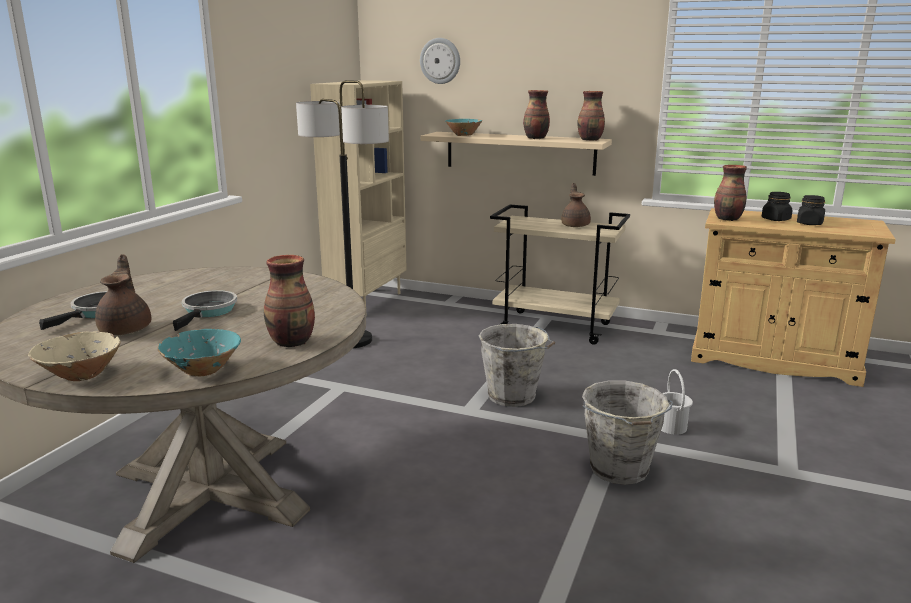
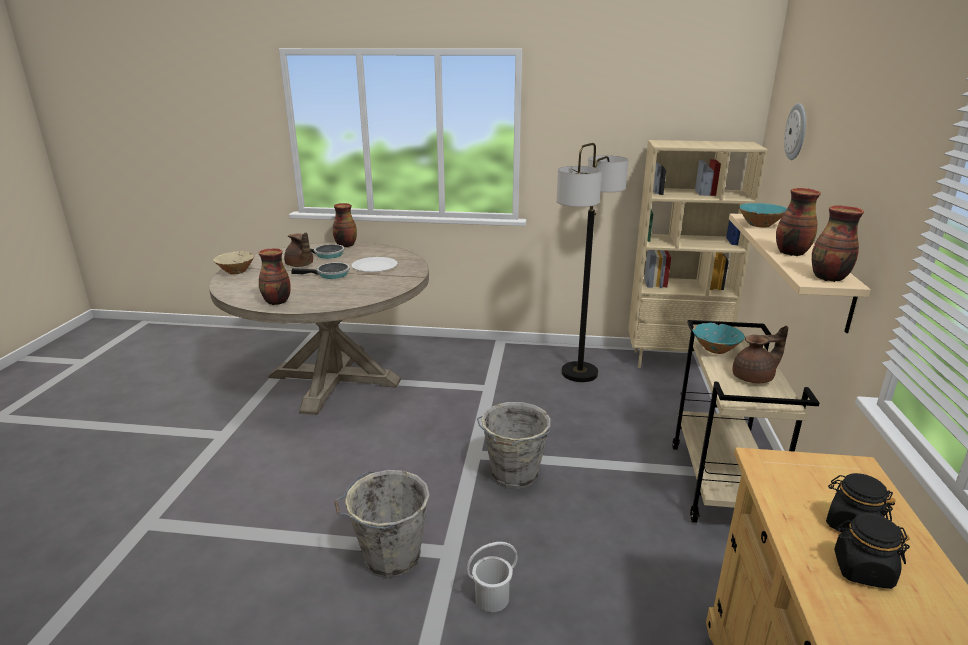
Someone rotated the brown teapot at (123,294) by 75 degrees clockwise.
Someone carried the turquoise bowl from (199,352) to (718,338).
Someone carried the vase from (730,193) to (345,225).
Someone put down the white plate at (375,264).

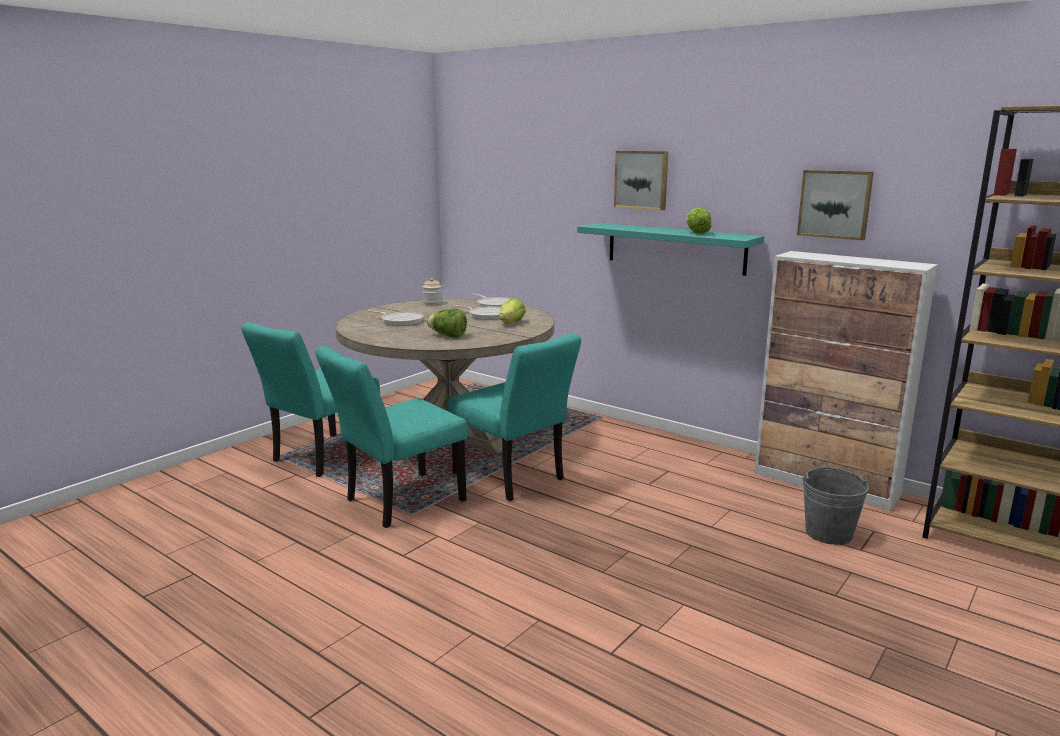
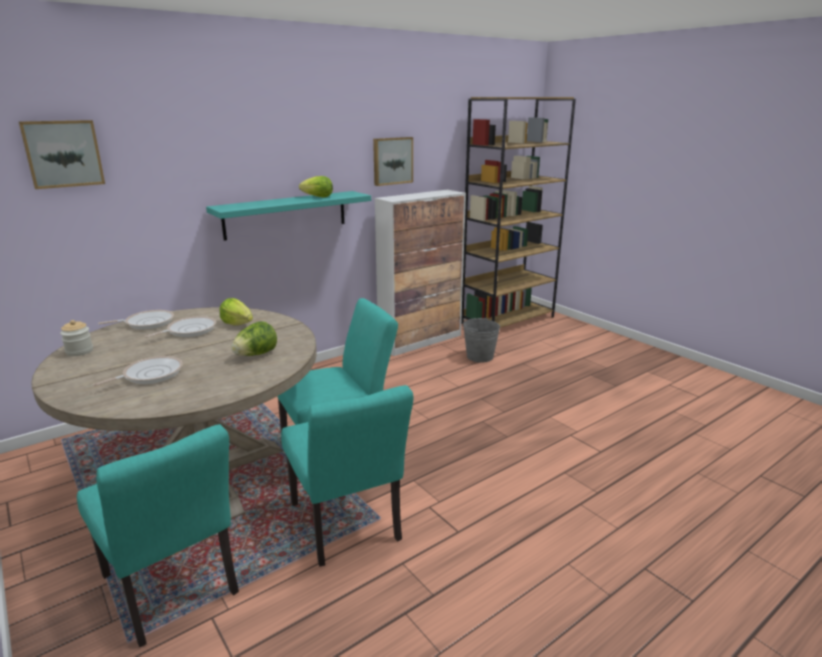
Someone carried the picture from (641,180) to (62,154).

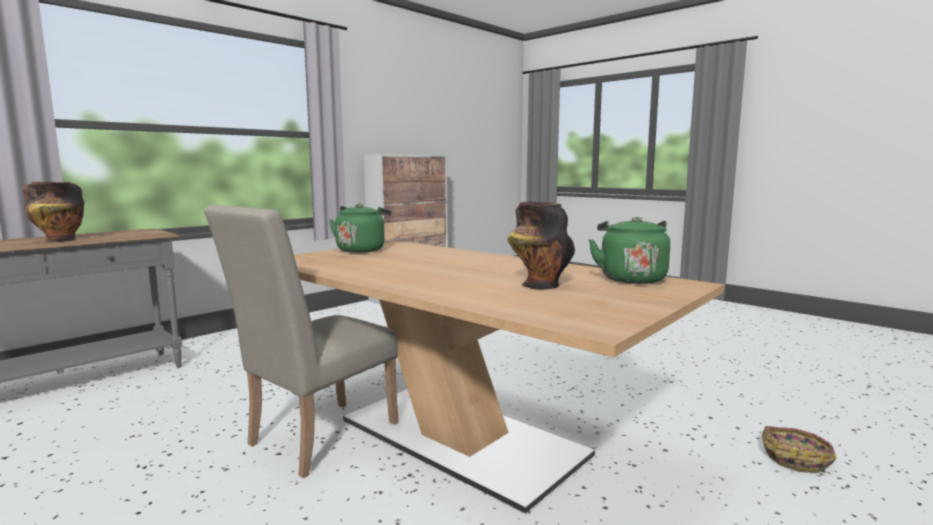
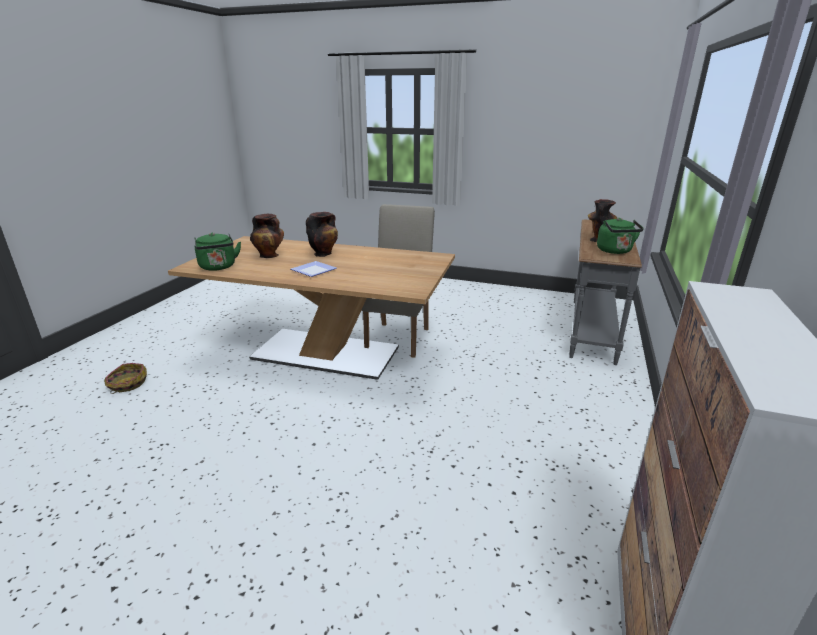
Someone carried the green kettle from (360,228) to (620,236).
Someone put down the plate at (314,269).
Someone put down the vase at (322,234).

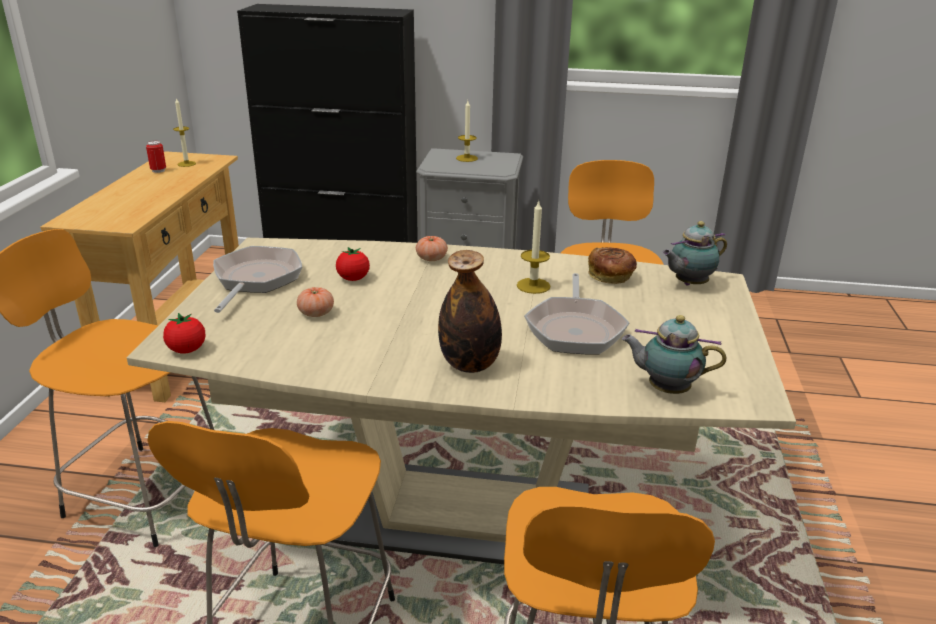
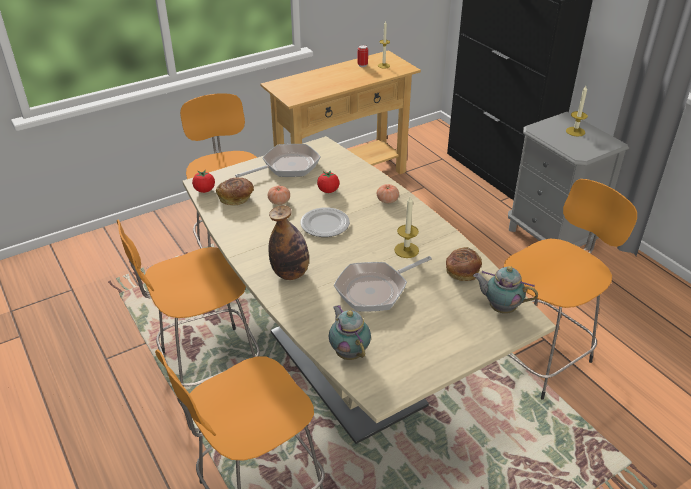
Someone put down the bread at (235,192).
Someone put down the plate at (325,222).

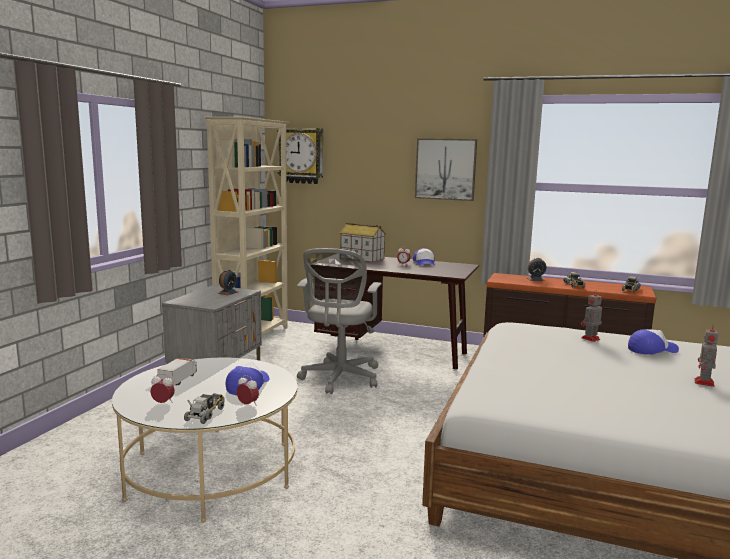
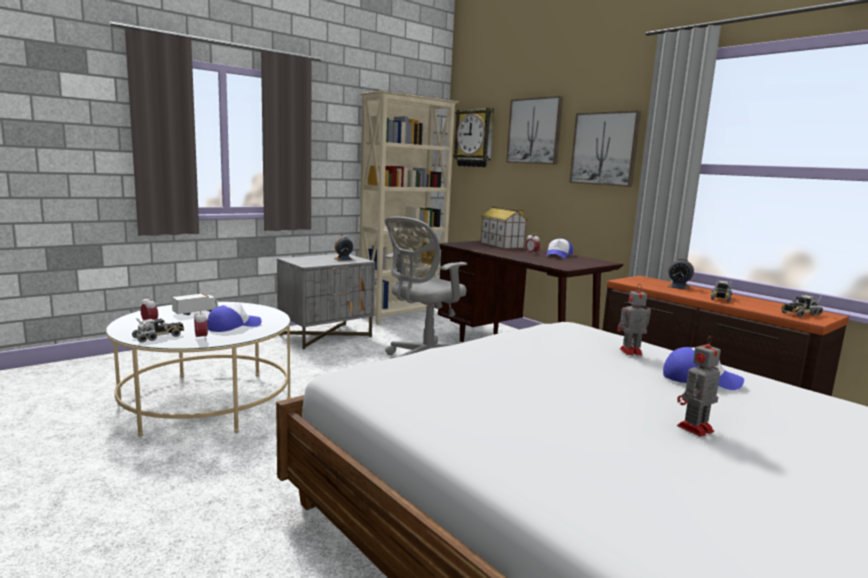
Someone put up the picture at (534,130).

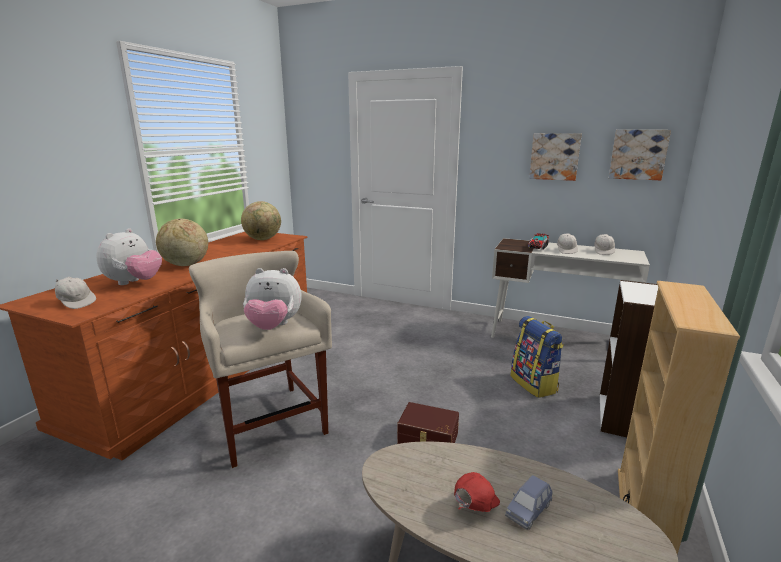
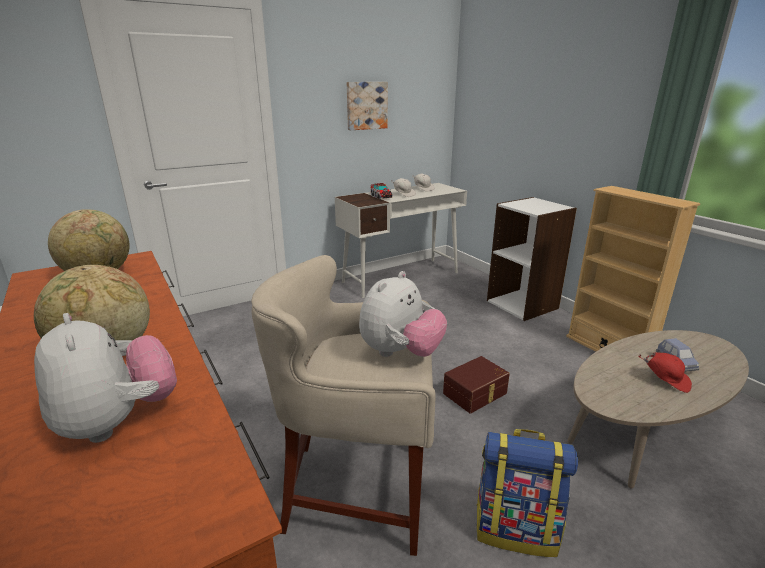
Someone took away the white cap at (75,293).
Someone rotated the red cap at (477,492) by 135 degrees clockwise.
Someone carried the backpack from (537,357) to (527,493).
Someone took away the picture at (640,155).

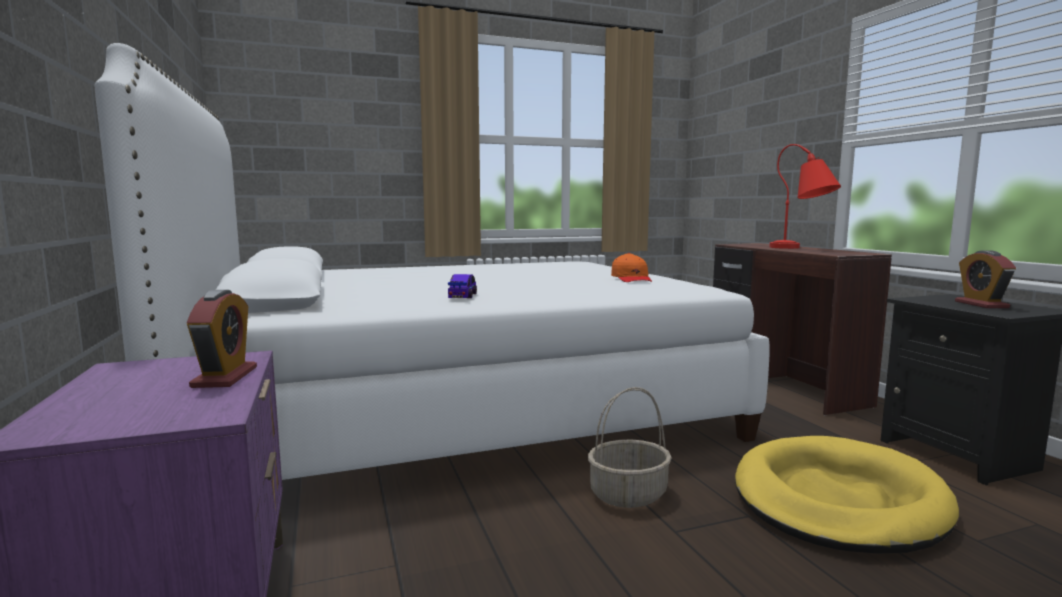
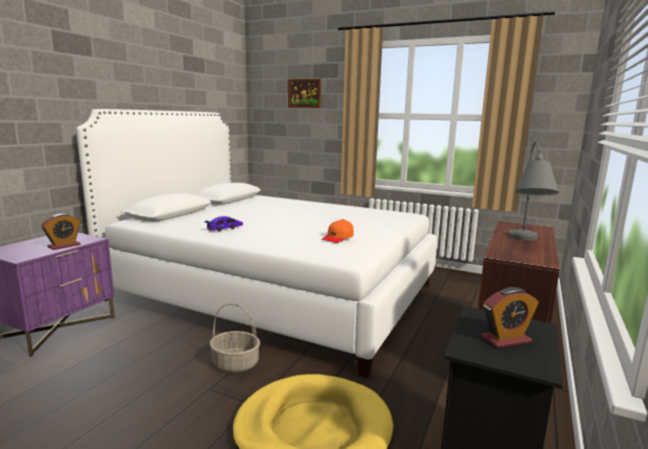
Someone repainted the red table lamp at (805,196), which became the grey table lamp at (534,191).
Someone rotated the alarm clock at (985,279) by 150 degrees counterclockwise.
Someone put up the picture at (304,93).

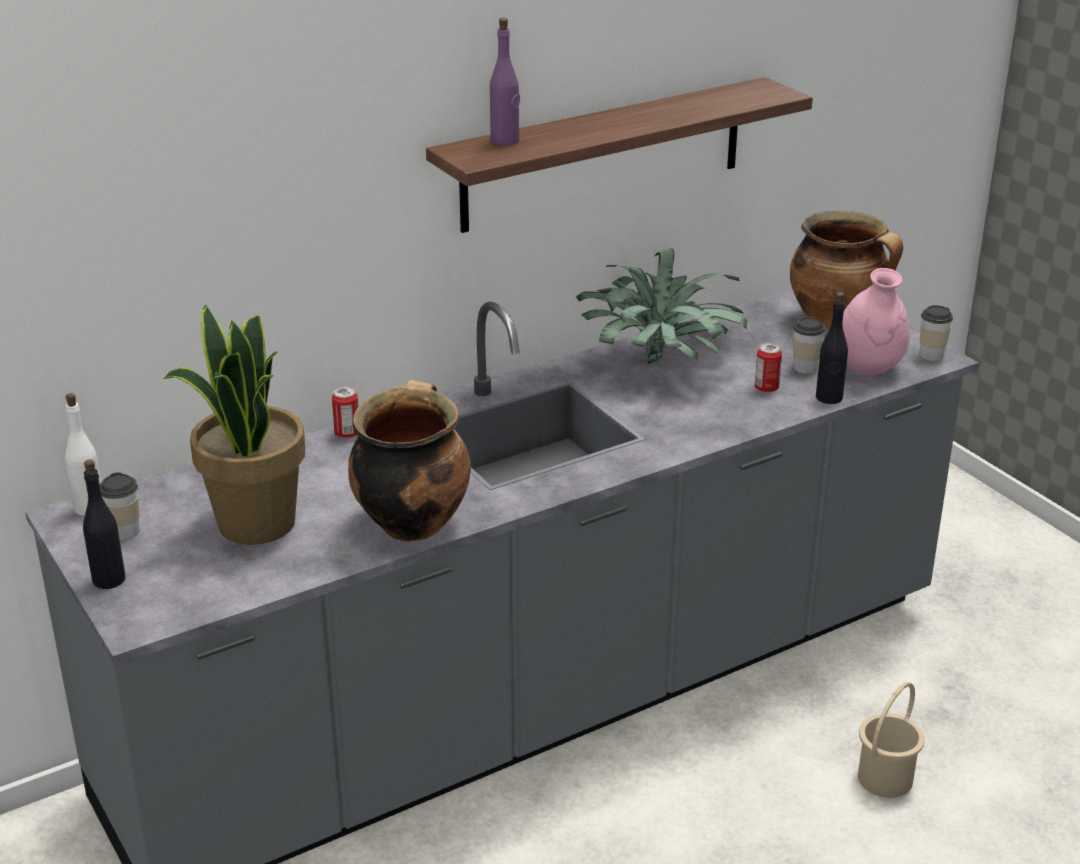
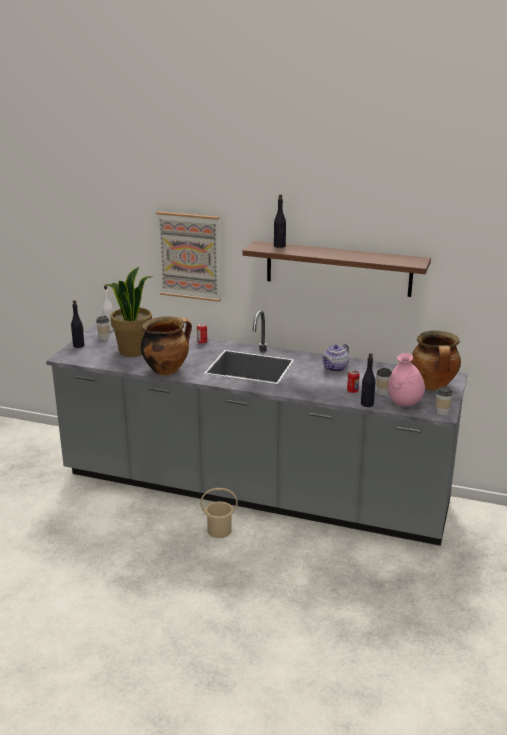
Someone repainted the purple bottle at (505,82), which became the black bottle at (280,221).
Someone swapped the potted plant at (661,306) for the teapot at (336,358).
Someone carried the beige bucket from (891,740) to (219,513).
Someone put up the picture at (188,256).

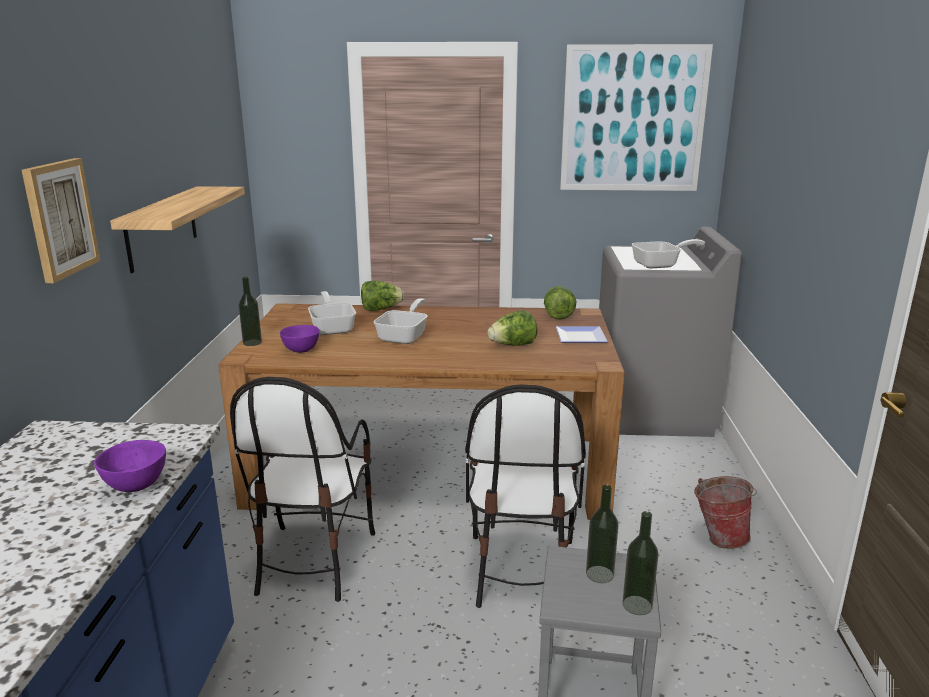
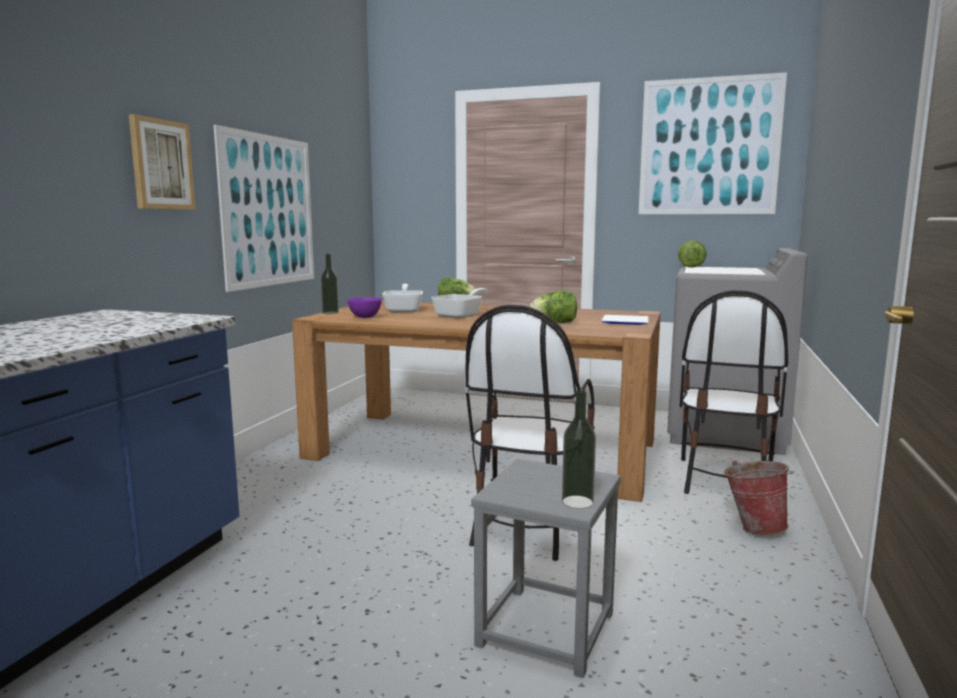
Someone took away the purple bowl at (130,466).
Someone swapped the shelf at (177,229) for the picture at (263,208).
Someone carried the chair from (302,489) to (733,392).
Someone carried the lettuce from (560,303) to (692,254).
Someone took away the bottle at (602,534).
Someone took away the frying pan at (668,253).

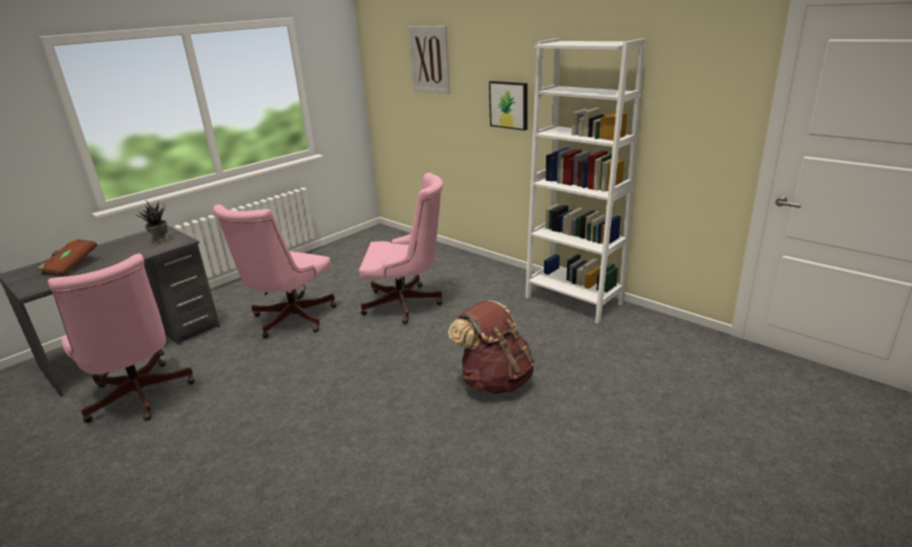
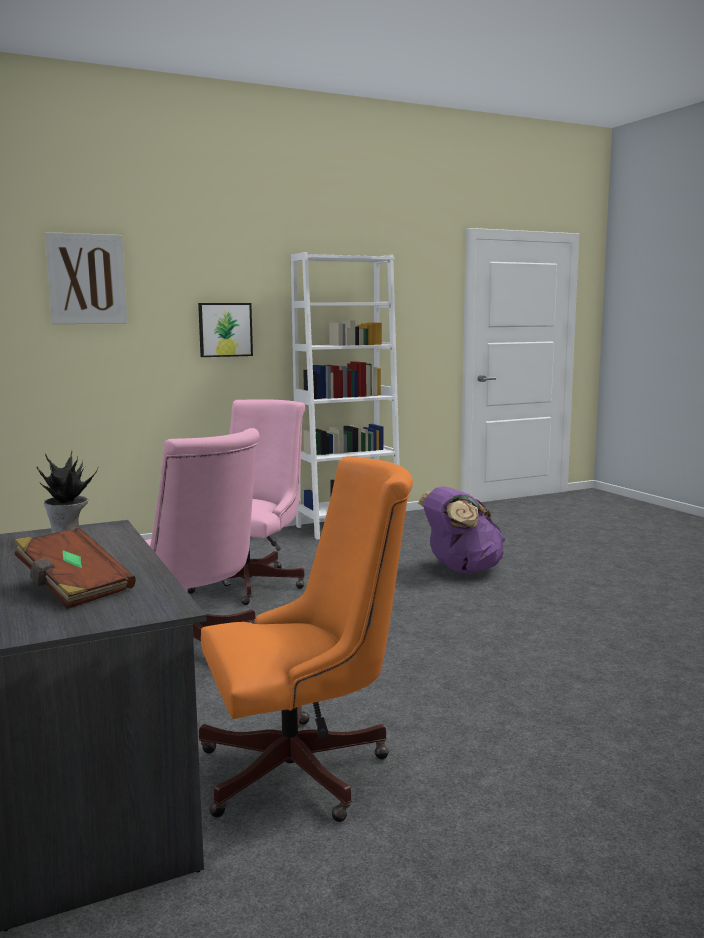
Someone repainted the pink office chair at (121,338), which became the orange office chair at (306,639).
Someone repainted the brown backpack at (491,347), which became the purple backpack at (461,530).

